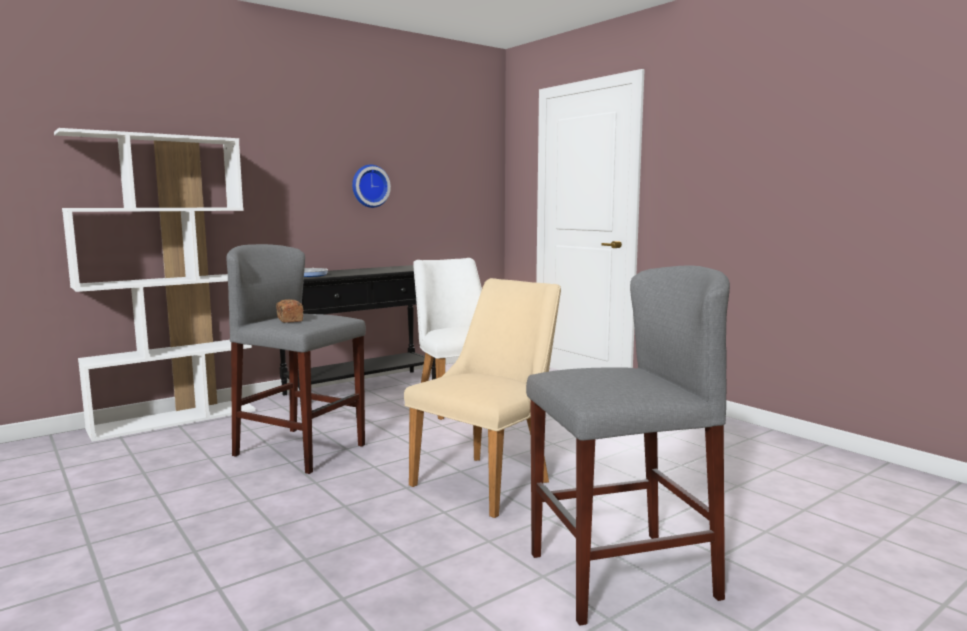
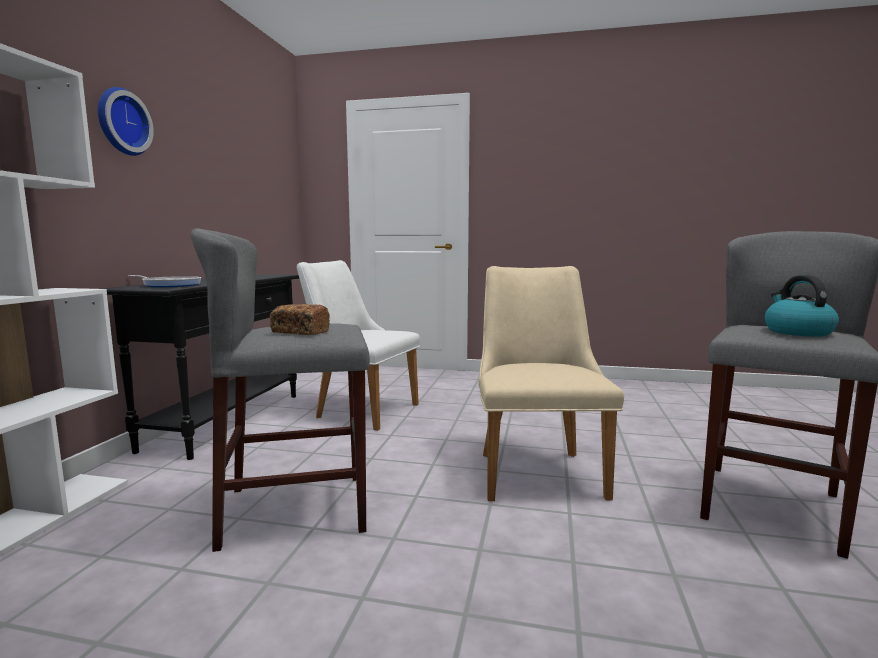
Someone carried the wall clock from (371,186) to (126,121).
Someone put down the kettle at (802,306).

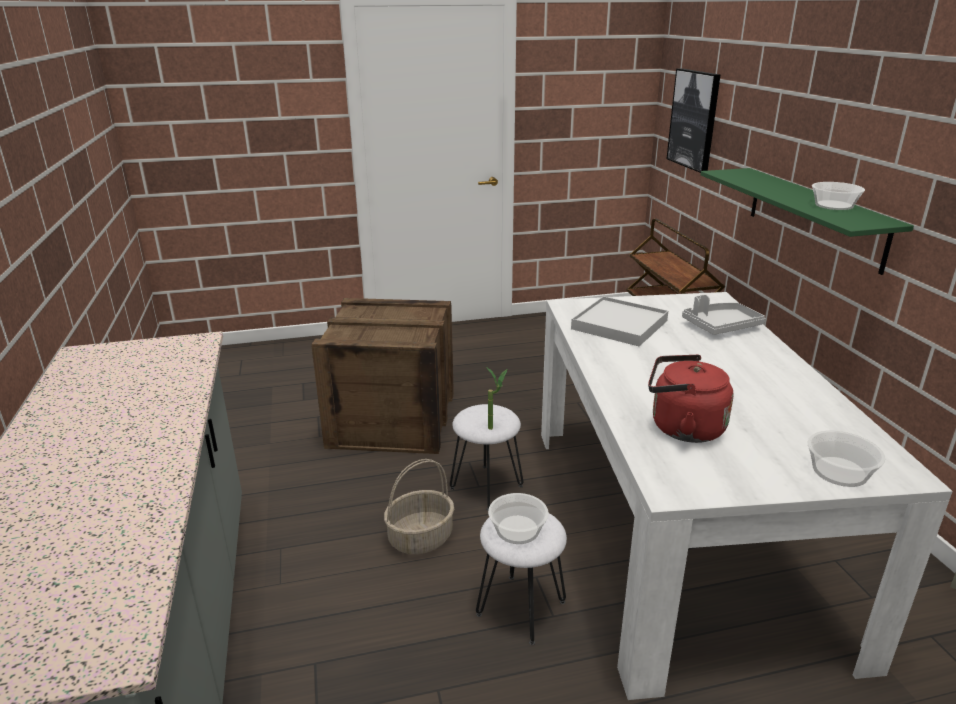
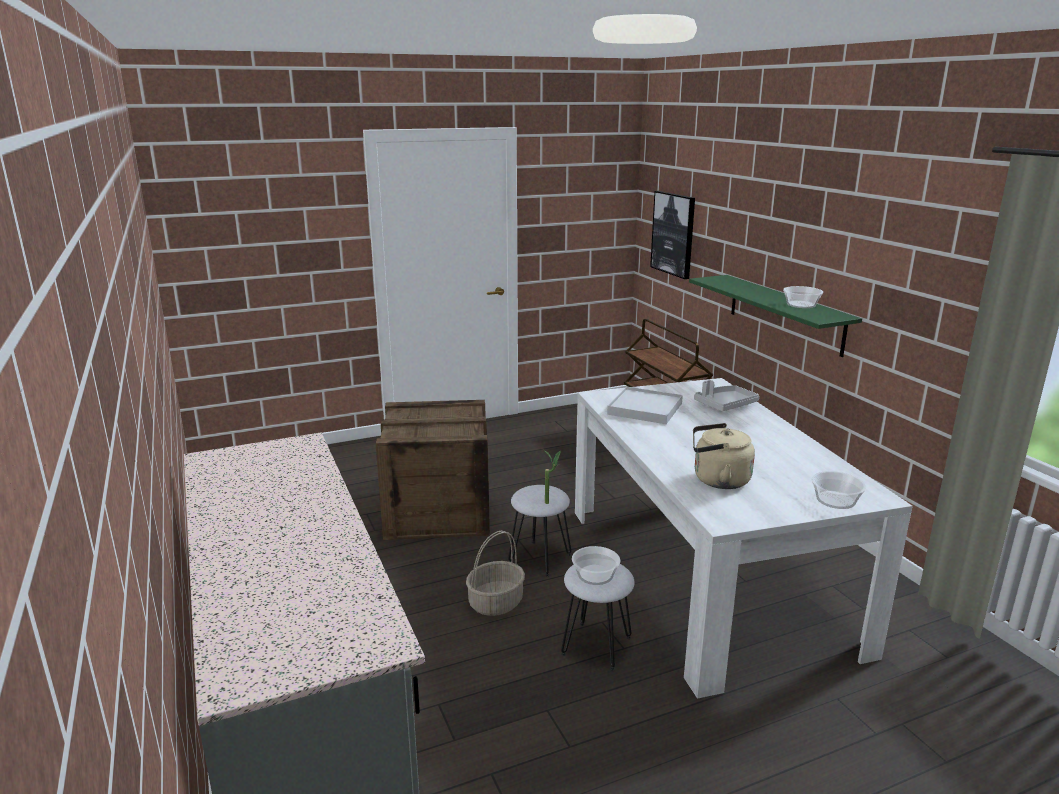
Someone repainted the red kettle at (690,398), which became the beige kettle at (724,456).

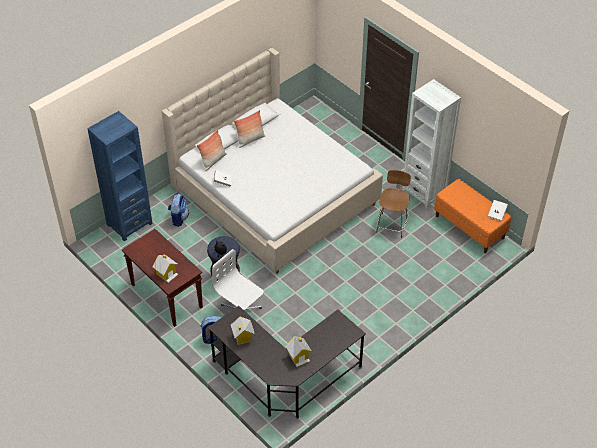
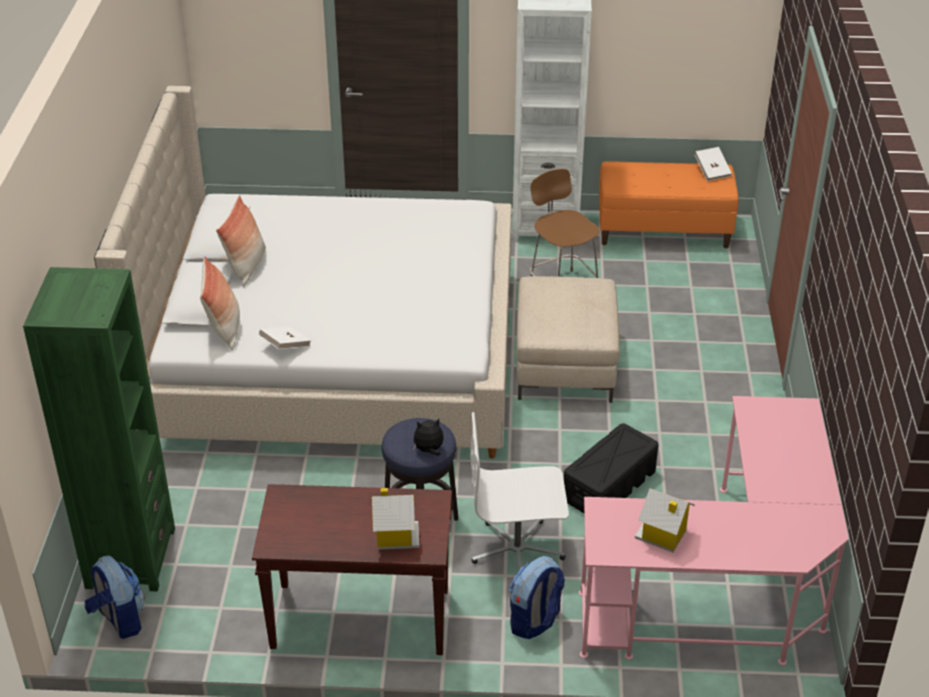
Someone repainted the blue bookcase at (120,176), which became the green bookcase at (99,429).
Someone carried the backpack from (178,210) to (115,597).
Someone repainted the black desk at (287,362), which became the pink desk at (714,530).
Someone took away the toy house at (298,351).
Someone put down the beige ottoman at (568,339).
Someone put down the black storage box at (611,468).

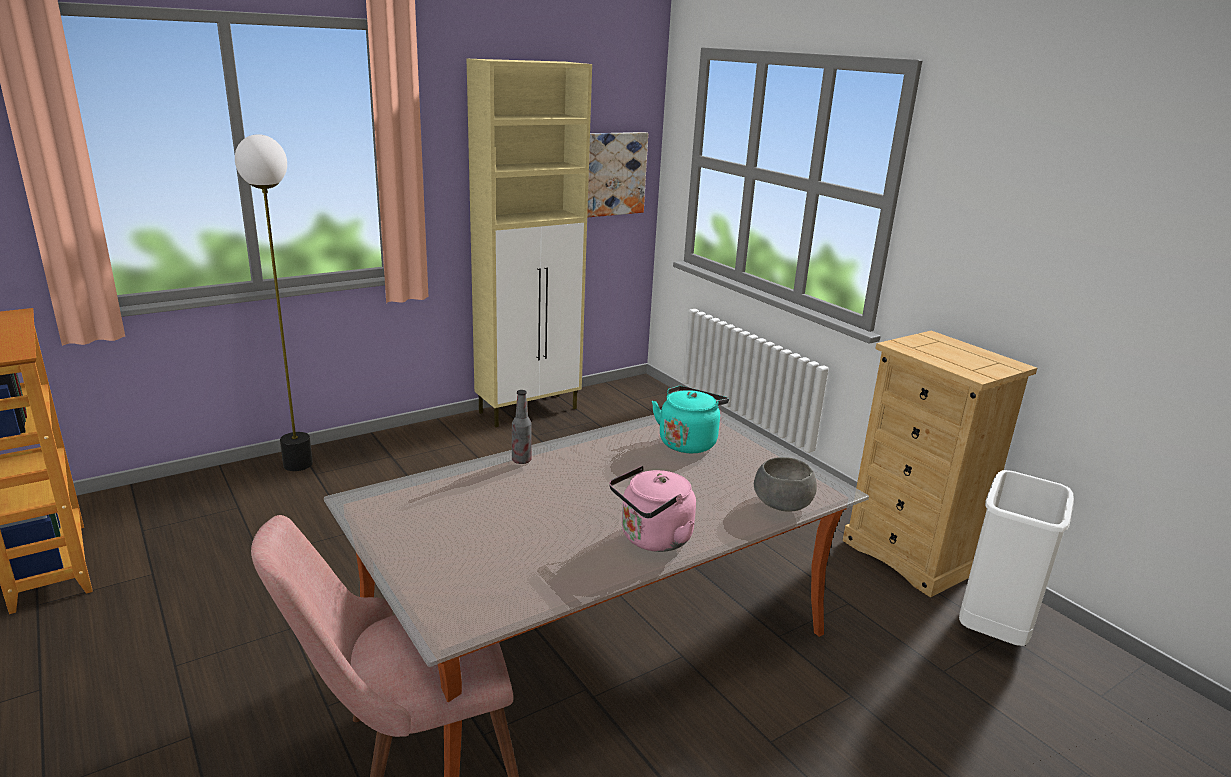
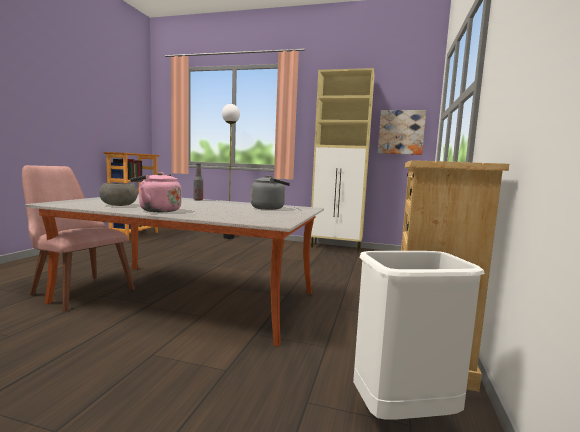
Someone repainted the turquoise kettle at (690,419), which became the grey kettle at (270,192).
Someone carried the grey bowl from (785,484) to (118,194).

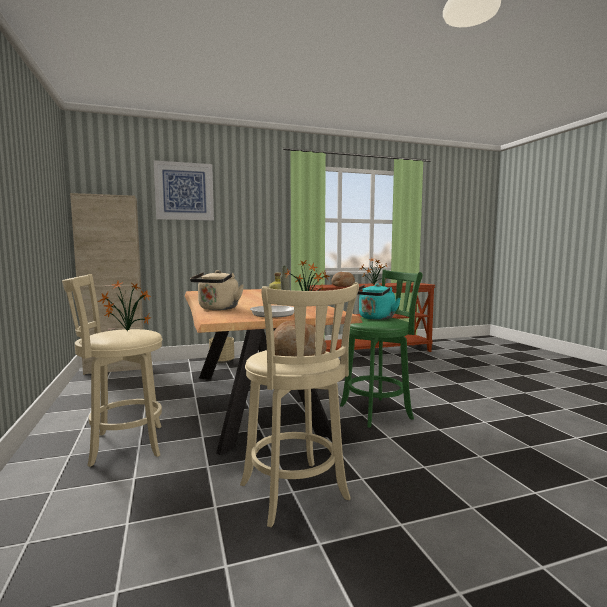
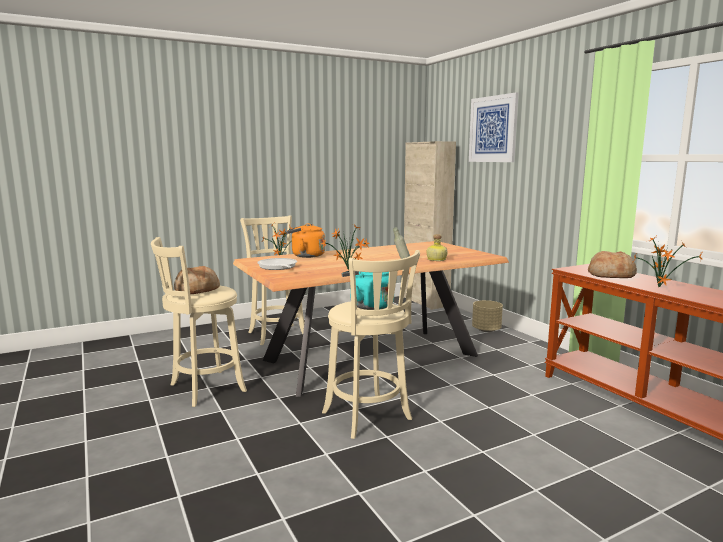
Someone repainted the beige kettle at (217,290), which became the orange kettle at (305,240).
Someone repainted the green stool at (381,349), which became the beige stool at (371,344).

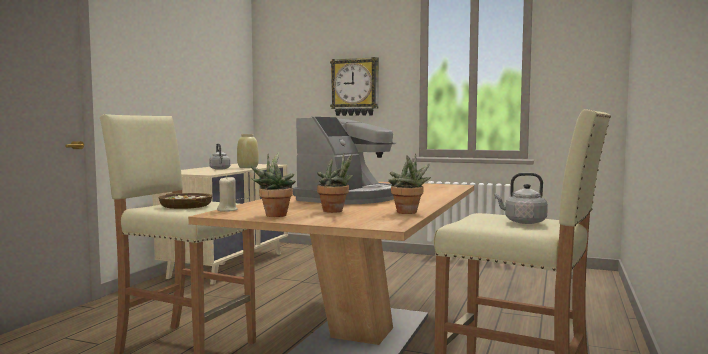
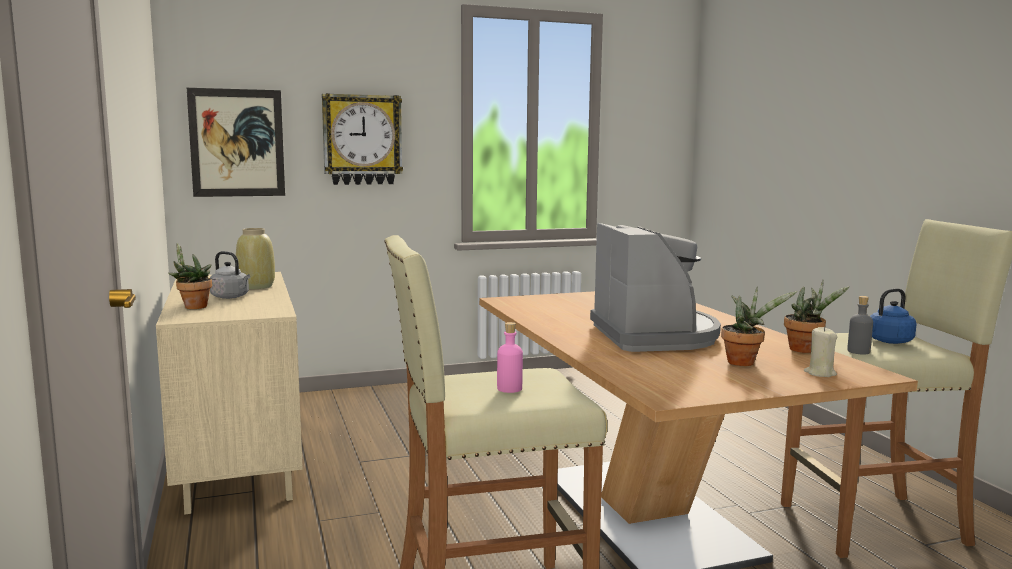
Someone swapped the bowl at (185,201) for the pink bottle at (510,357).
Someone carried the beige candle from (227,194) to (820,352).
Someone carried the potted plant from (273,184) to (190,276).
Someone repainted the grey kettle at (521,198), which became the blue kettle at (893,316).
Someone put up the picture at (236,142).
Someone put down the grey bottle at (860,325).

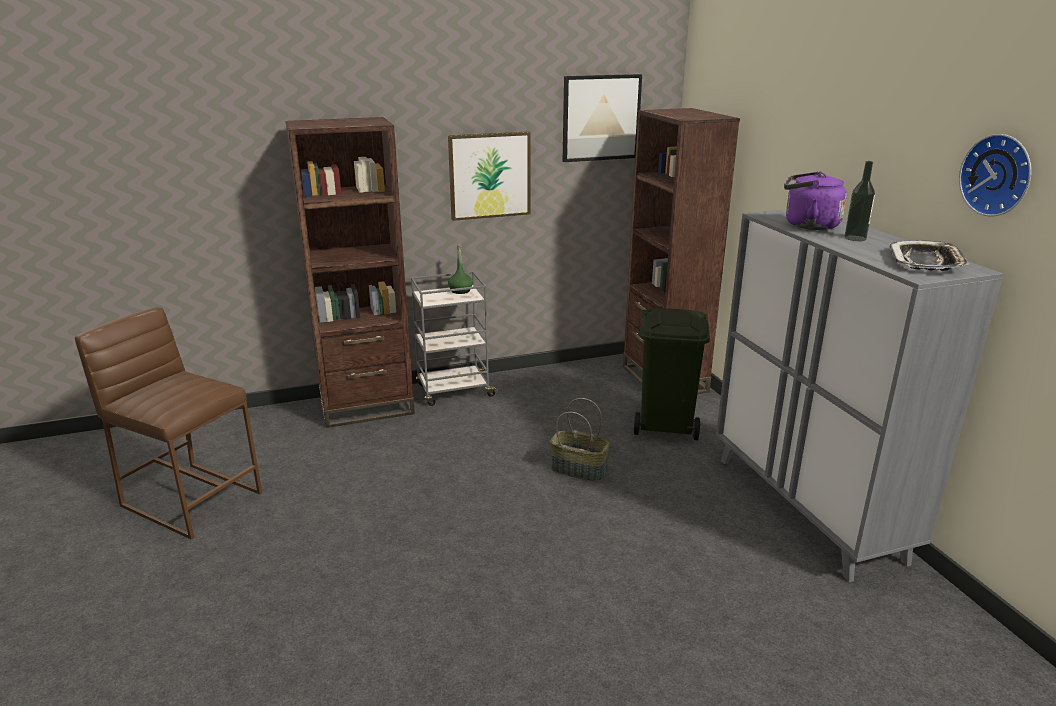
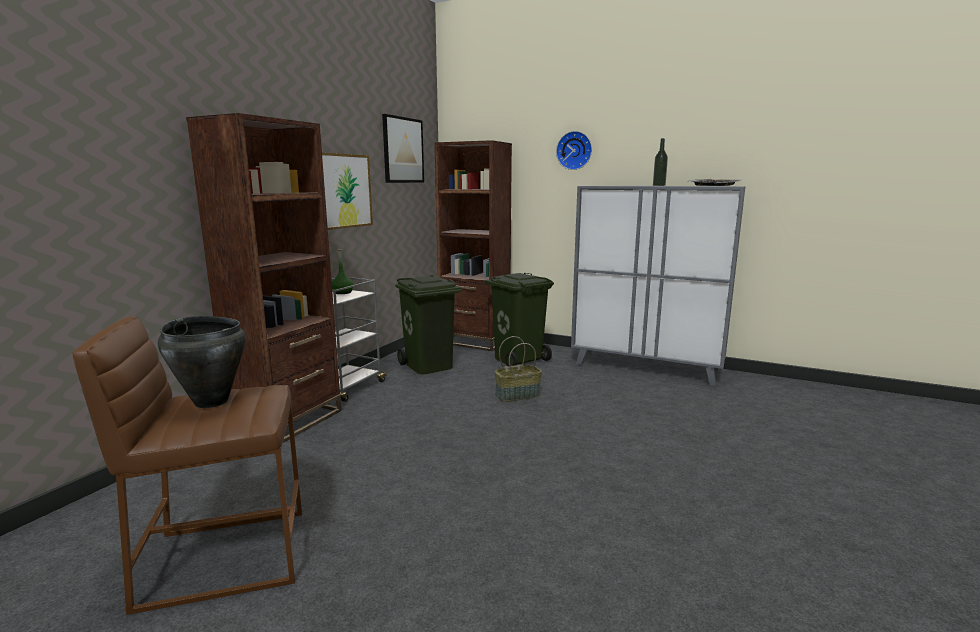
Someone took away the purple kettle at (815,200).
Someone carried the wall clock from (995,175) to (574,150).
Someone put down the black cooking pot at (202,362).
Someone put down the green trash can at (428,324).

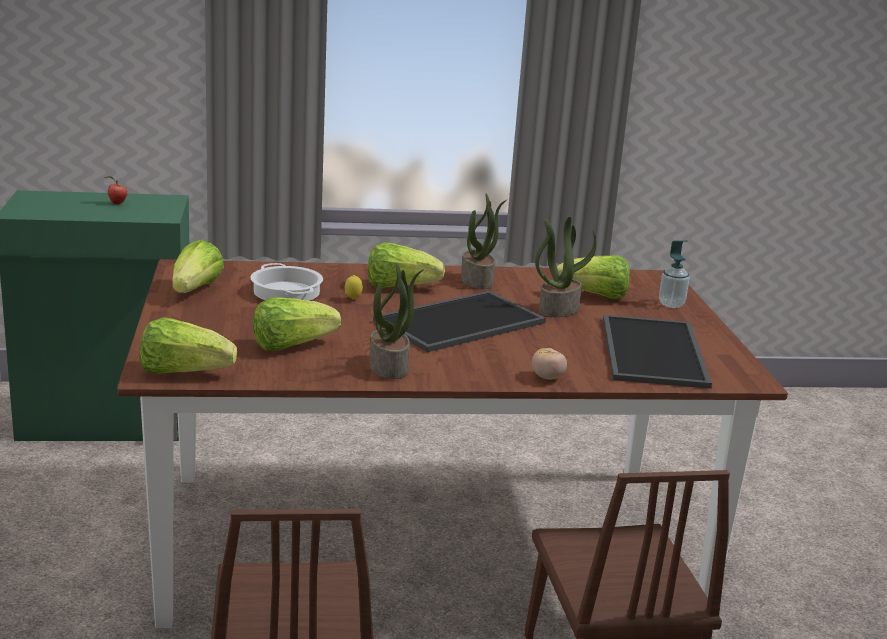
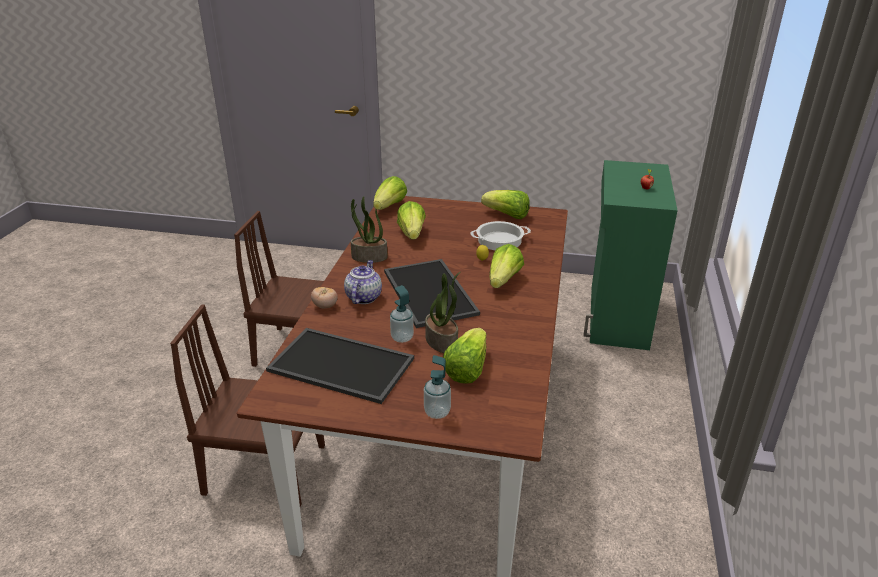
Someone took away the potted plant at (484,241).
Someone put down the teapot at (363,282).
Someone put down the soap dispenser at (402,314).

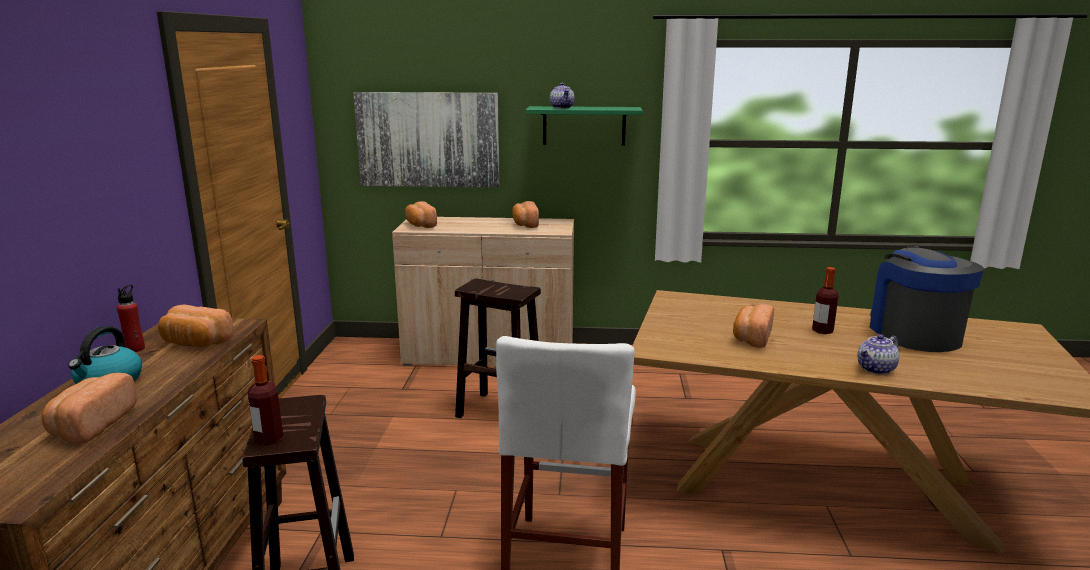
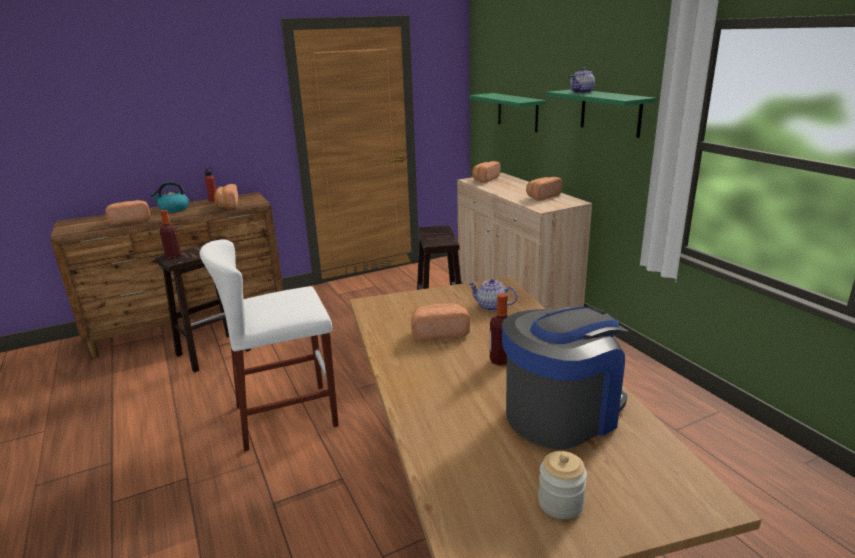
Someone swapped the picture at (427,140) for the green shelf at (507,112).
Someone carried the teapot from (878,354) to (493,294).
Someone put down the jar at (562,485).

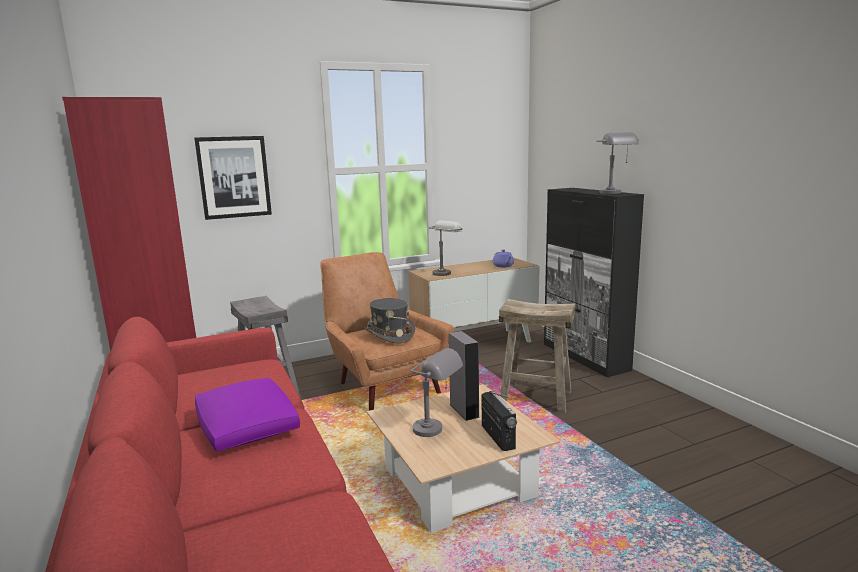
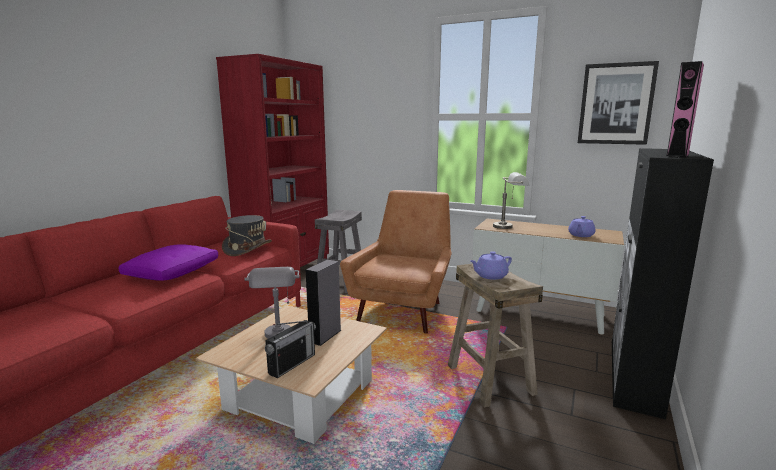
Someone carried the picture from (233,178) to (618,103).
Someone carried the grey hat from (389,321) to (247,235).
Someone swapped the grey table lamp at (617,163) for the pink speaker at (685,109).
Someone put down the purple teapot at (491,265).

